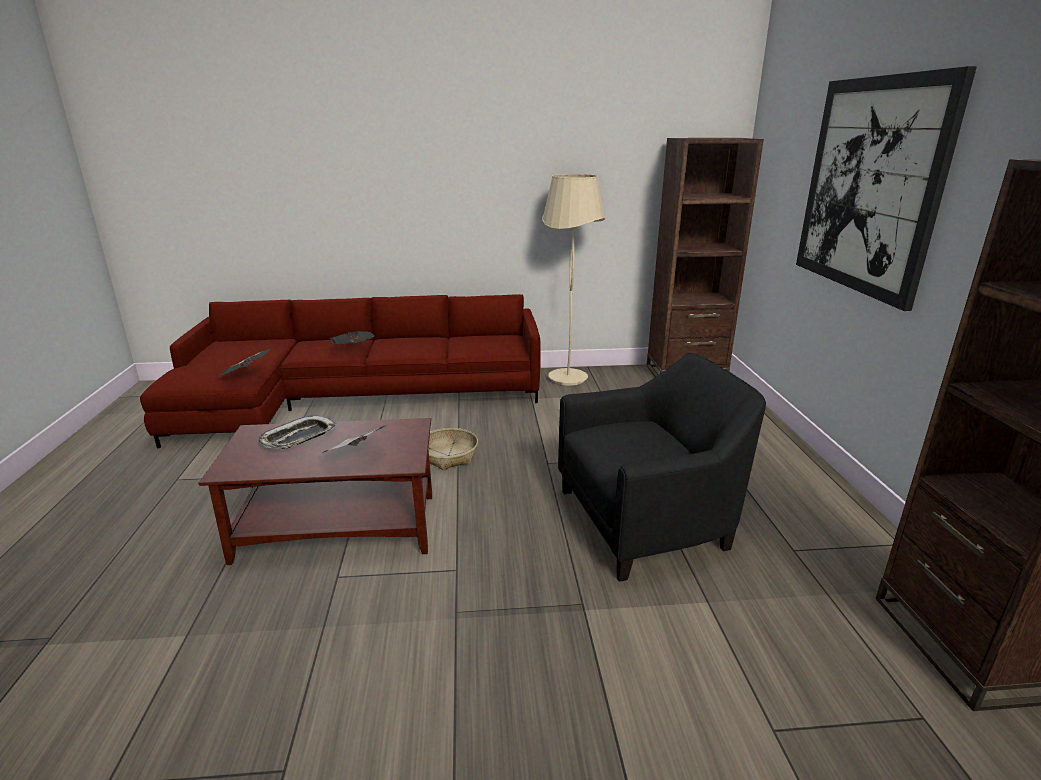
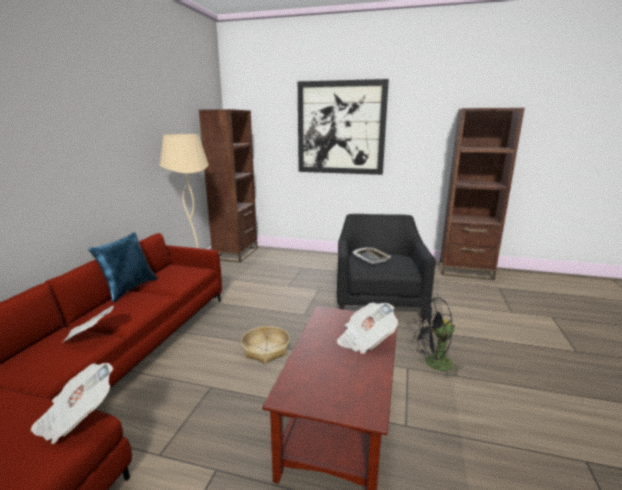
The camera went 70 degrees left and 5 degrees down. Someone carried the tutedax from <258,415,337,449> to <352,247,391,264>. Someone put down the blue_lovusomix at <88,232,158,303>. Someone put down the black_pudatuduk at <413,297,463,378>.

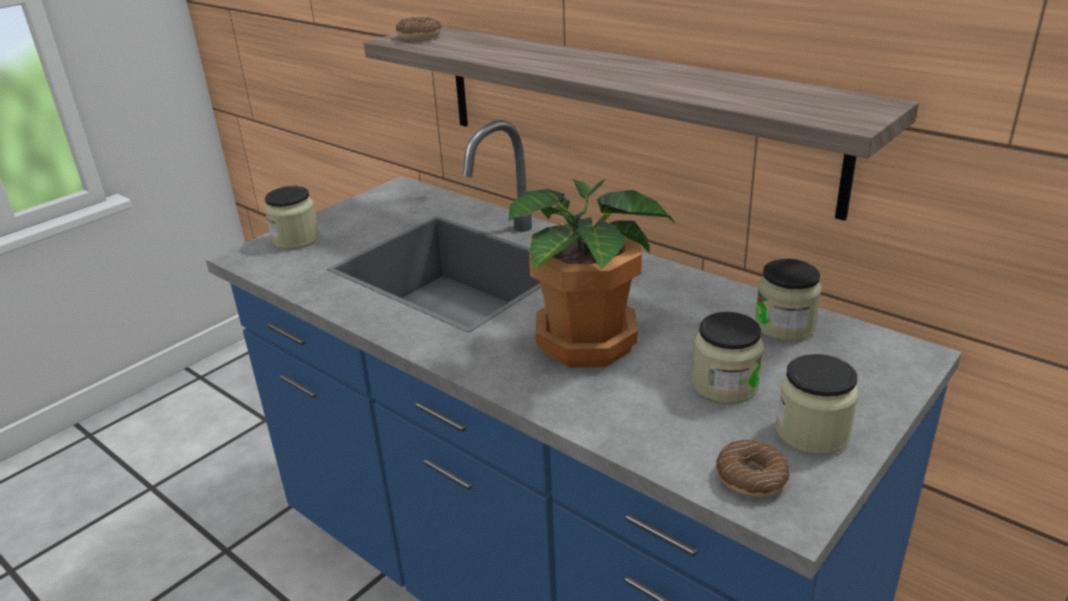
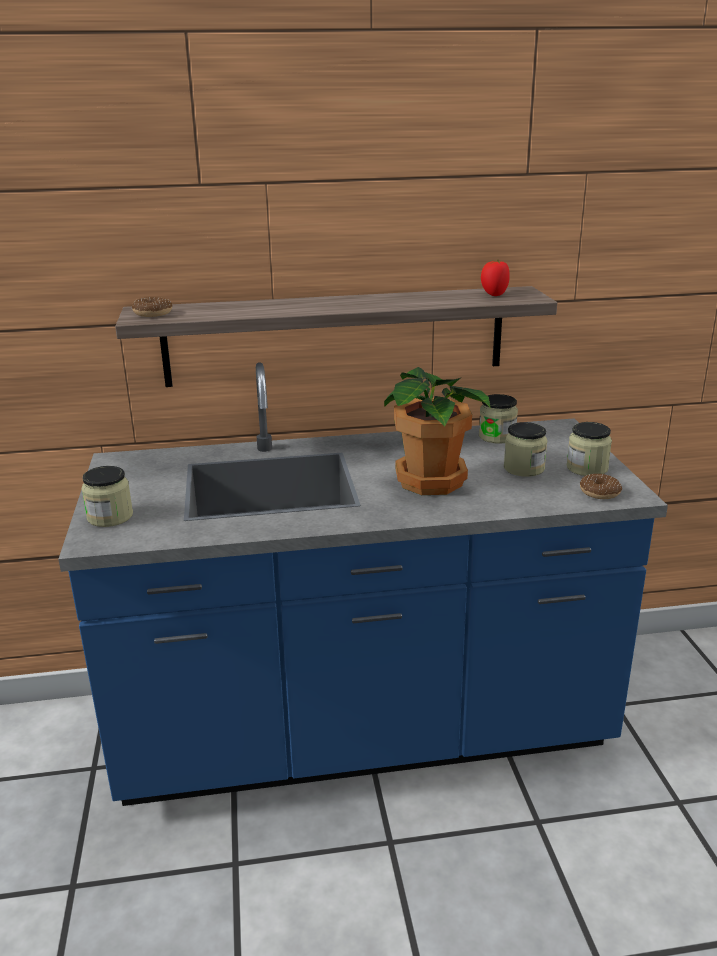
The camera went 50 degrees left and 5 degrees down. Someone put down the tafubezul at <481,259,510,296>.

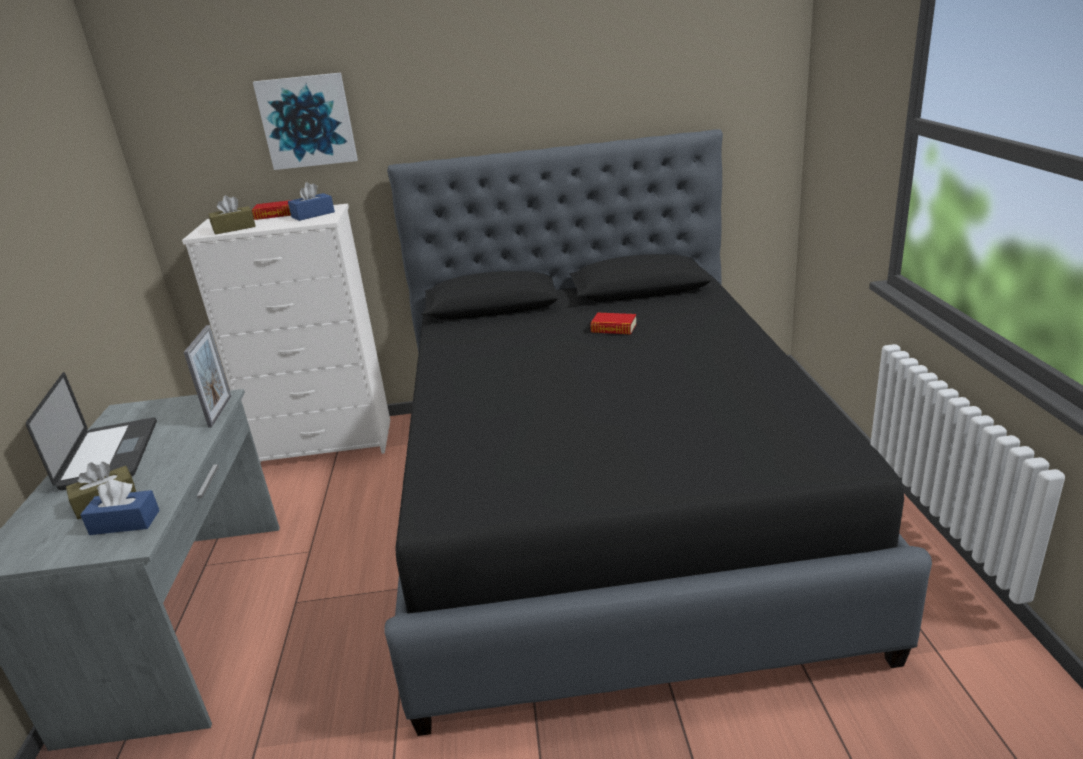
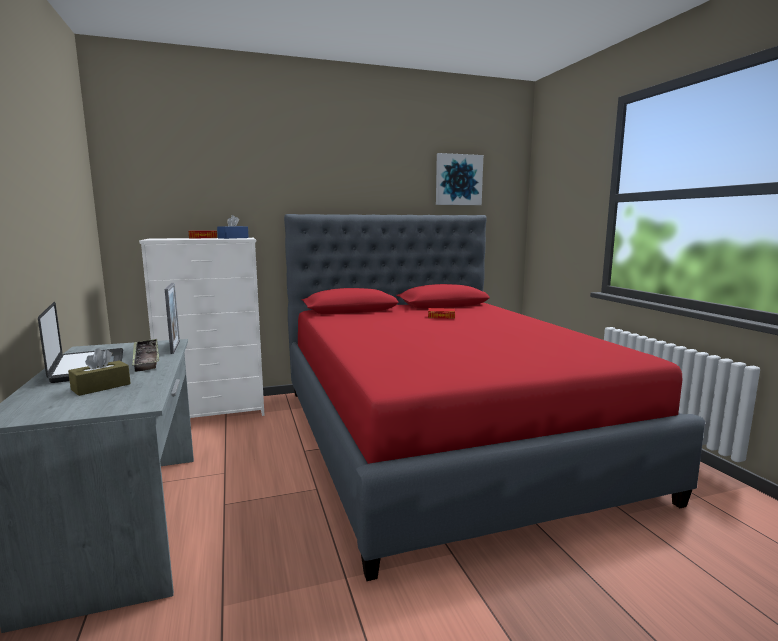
The camera went 15 degrees left and 15 degrees down. Someone took away the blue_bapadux at <80,480,160,535>. Someone took away the brown_bapadux at <208,195,256,235>. Someone carried the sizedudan from <253,72,358,170> to <436,153,483,205>. Someone repainted the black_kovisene at <384,129,932,736>, which became the red_kovisene at <284,214,705,581>. Someone put down the tutedax at <132,339,159,372>.

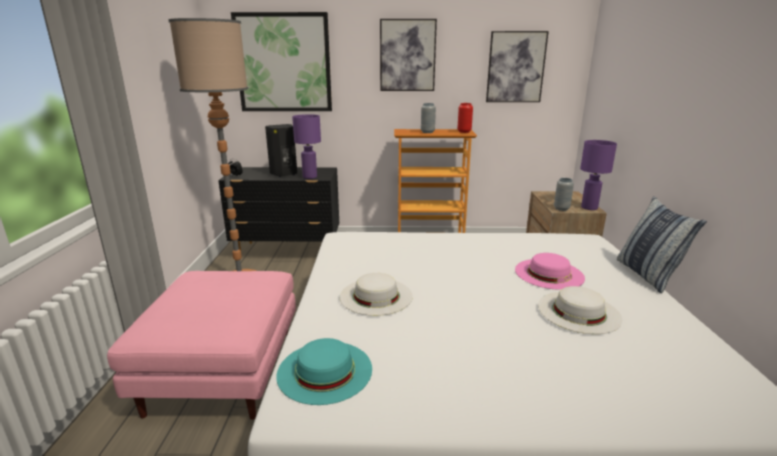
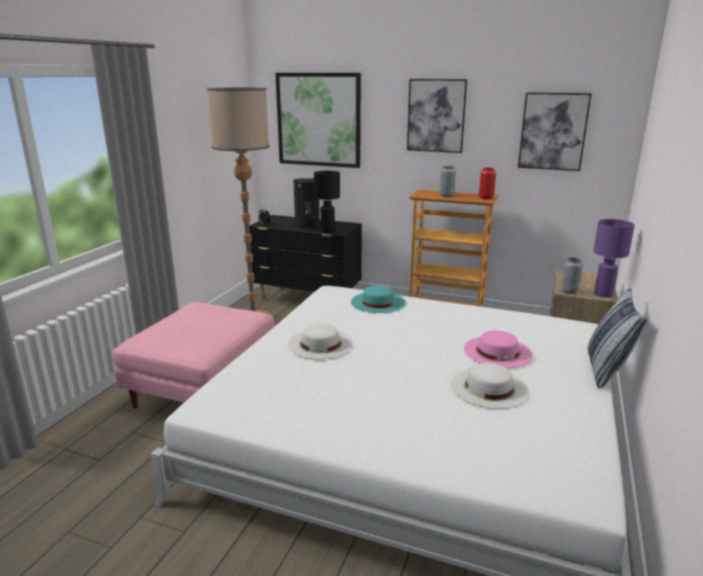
The camera went 20 degrees right and 0 degrees up. Someone carried the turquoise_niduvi from <276,338,372,405> to <351,285,406,313>. Someone repainted the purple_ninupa at <292,114,321,179>, which became the black_ninupa at <314,171,340,233>.

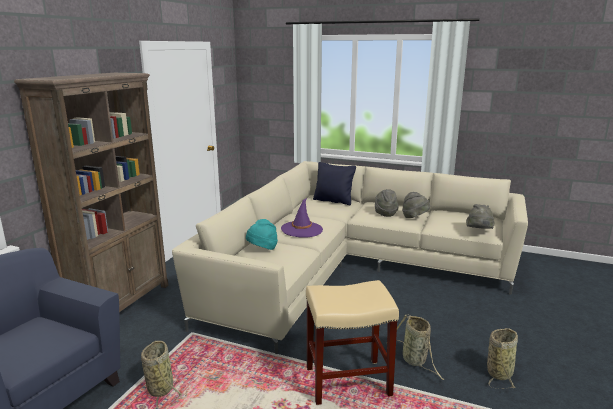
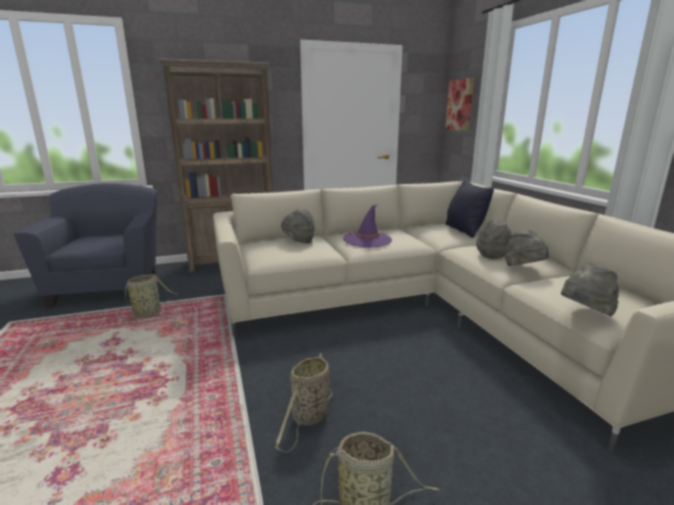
The camera went 50 degrees right and 0 degrees up. Someone repainted the turquoise_niduvi at <246,219,278,250>, which became the grey_niduvi at <281,209,315,243>. Someone took away the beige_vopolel at <306,280,399,405>. Someone put up the sizedudan at <445,78,474,131>.

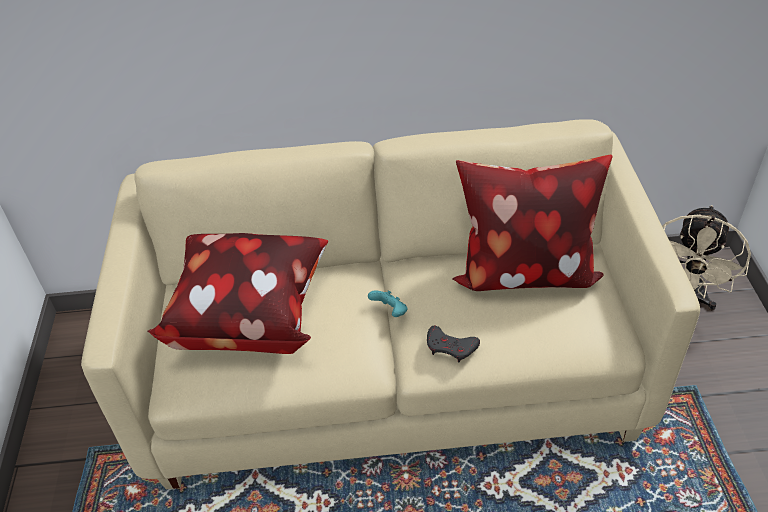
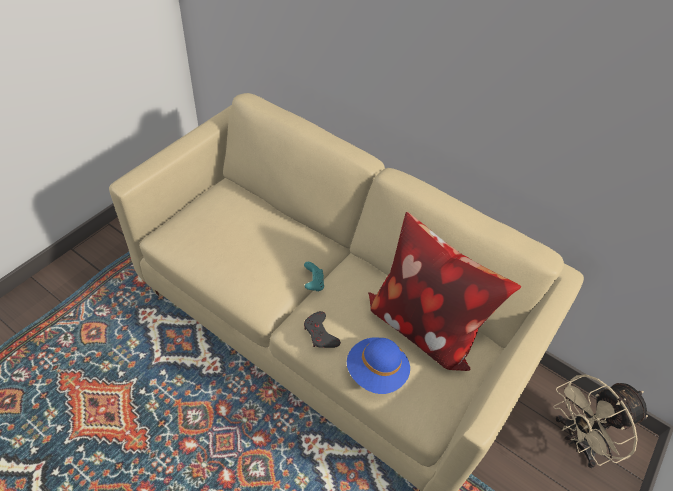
The camera went 35 degrees right and 5 degrees up. Someone took away the lovusomix at <147,233,328,354>. Someone put down the blue_niduvi at <347,337,410,394>.

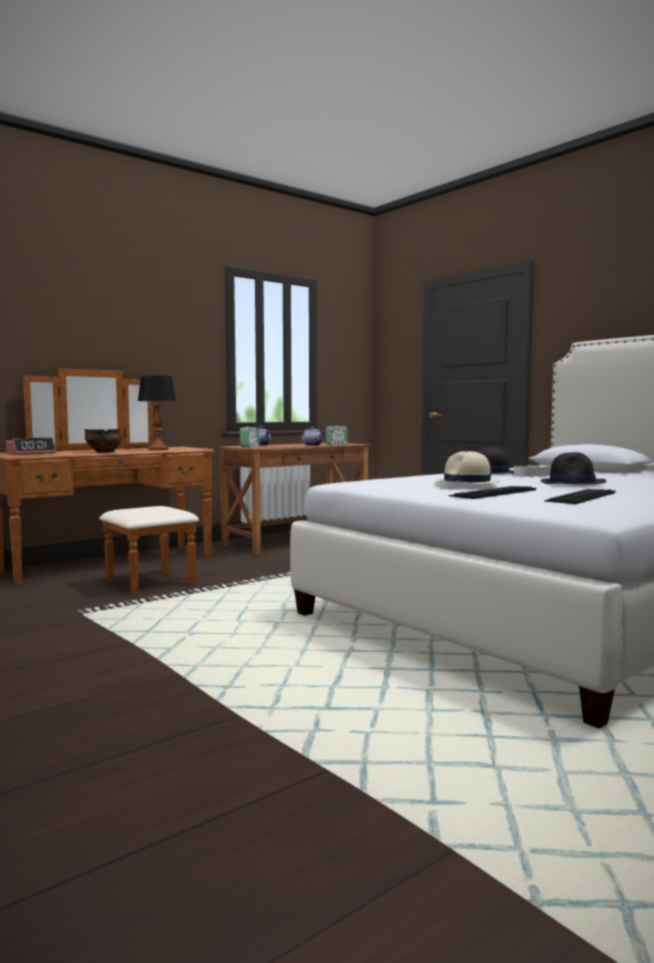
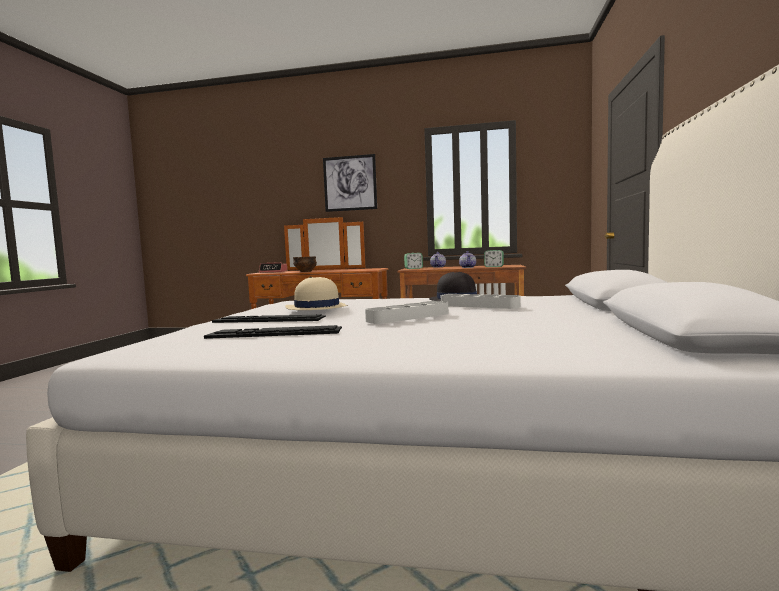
The camera went 50 degrees right and 0 degrees up. Someone took away the ninupa at <138,375,176,450>. Someone swapped the black_niduvi at <541,452,606,484> for the grey_tutedax at <365,301,449,324>. Someone put up the sizedudan at <323,154,377,212>.

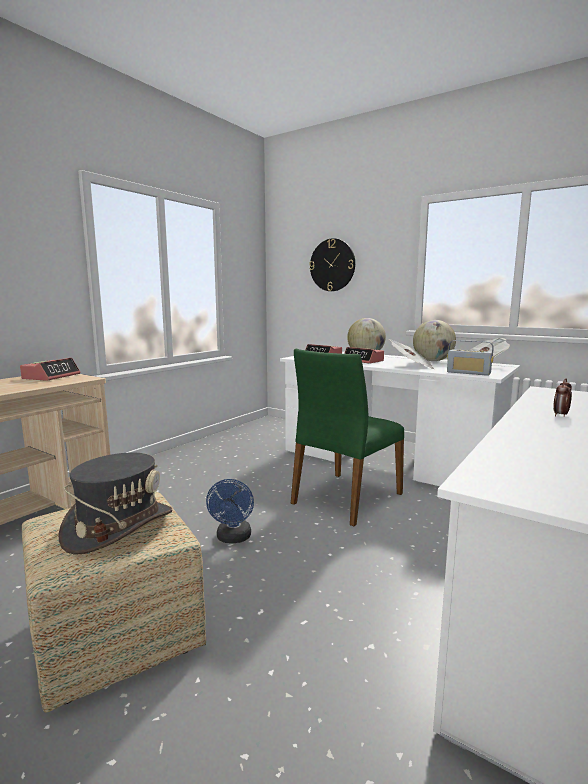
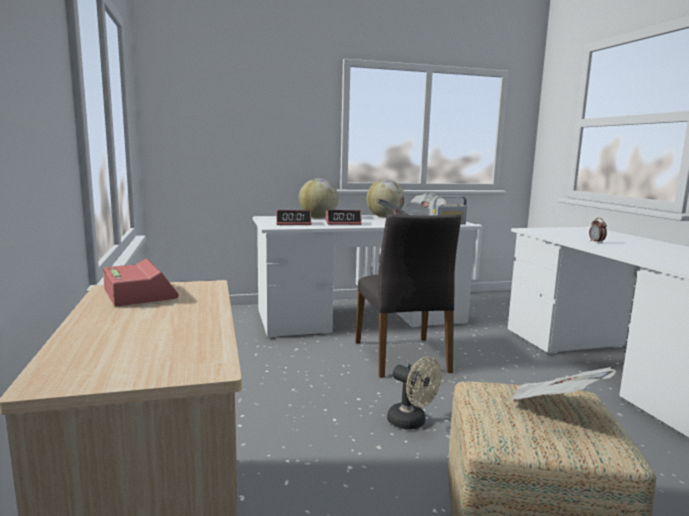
The camera went 50 degrees left and 0 degrees up. Someone swapped the grey_niduvi at <59,453,173,555> for the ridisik at <508,367,616,400>. Someone repainted the blue_pudatuduk at <206,479,254,543>, which became the beige_pudatuduk at <387,357,441,430>. Someone repainted the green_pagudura at <291,349,404,526>, which became the grey_pagudura at <355,214,461,378>. Someone took away the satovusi at <309,238,355,291>.

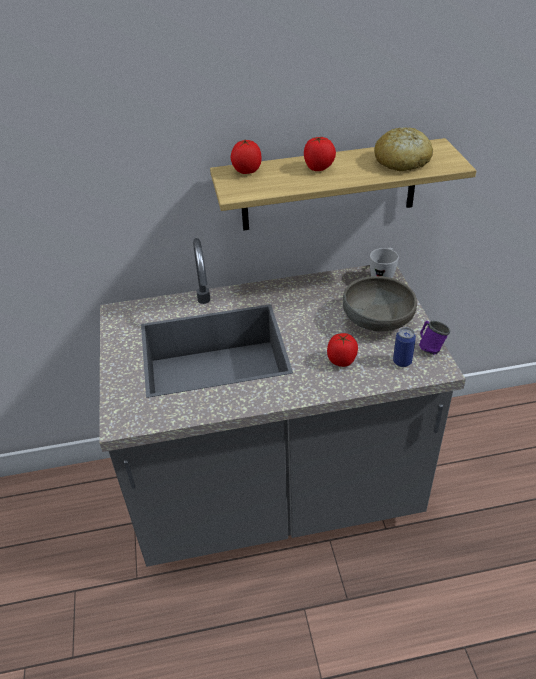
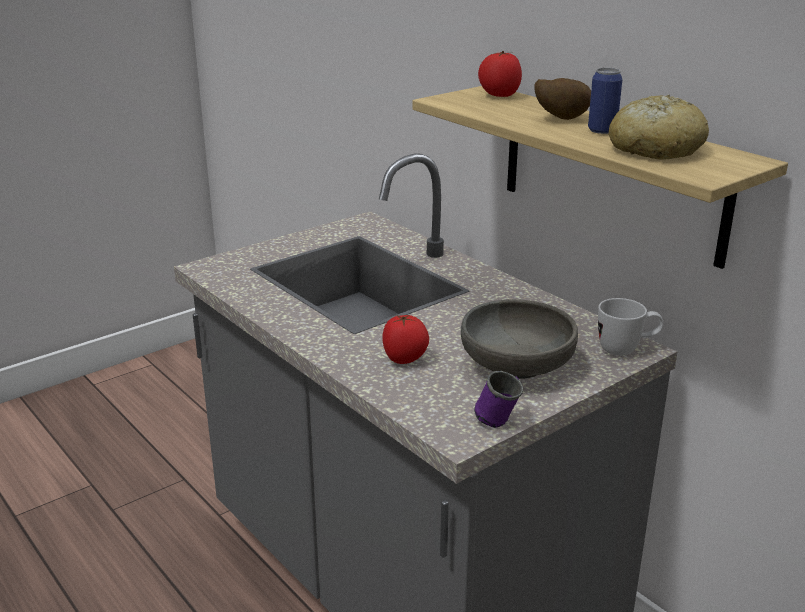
The camera went 60 degrees right and 15 degrees down. Someone swapped the tafubezul at <304,137,336,171> for the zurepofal at <535,78,591,120>. Someone carried the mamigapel from <393,327,416,367> to <588,68,622,134>.

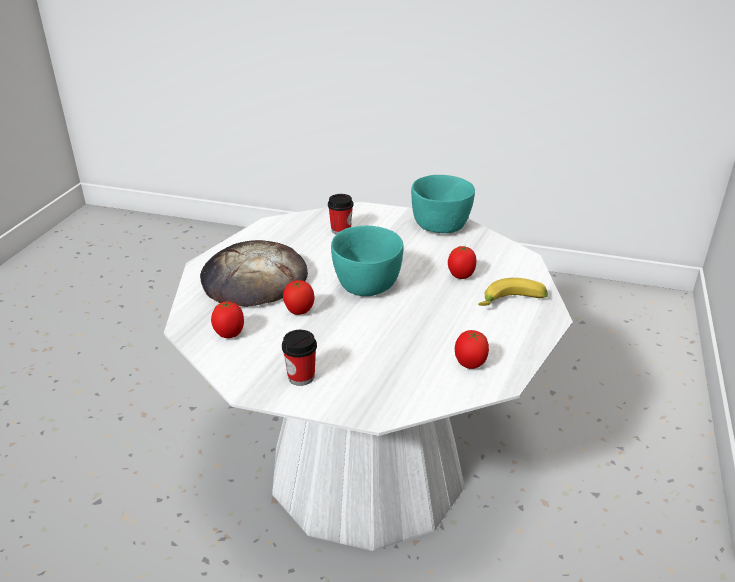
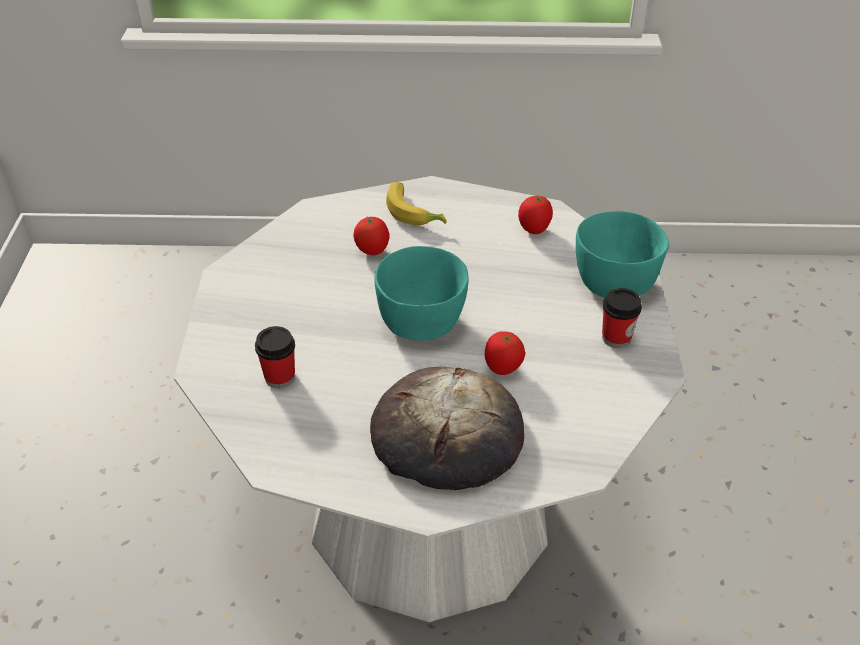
The camera went 105 degrees left and 10 degrees up. Someone took away the tafubezul at <211,300,244,338>. Someone carried the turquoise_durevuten from <411,175,475,233> to <576,211,669,298>.

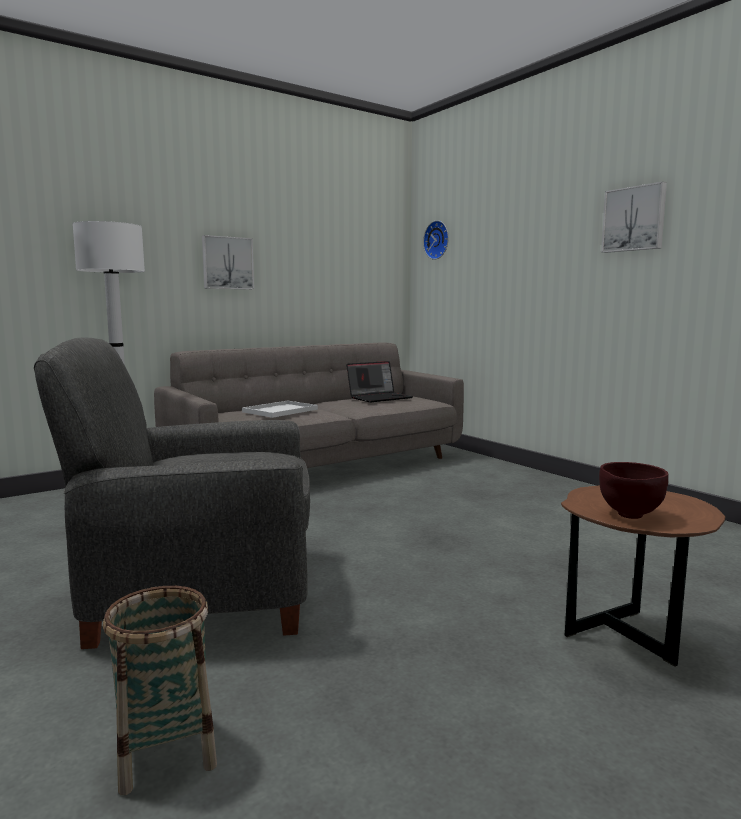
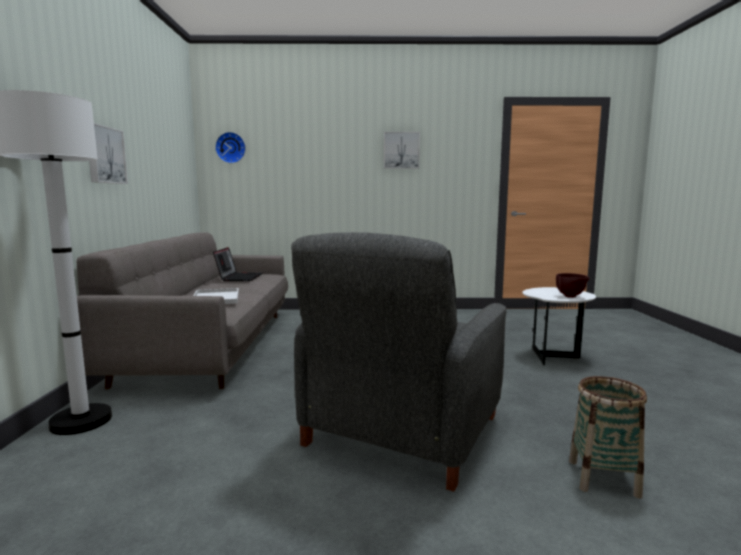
The camera went 55 degrees left and 0 degrees up. Someone repainted the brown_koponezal at <561,485,725,667>, which became the white_koponezal at <523,287,596,366>.

